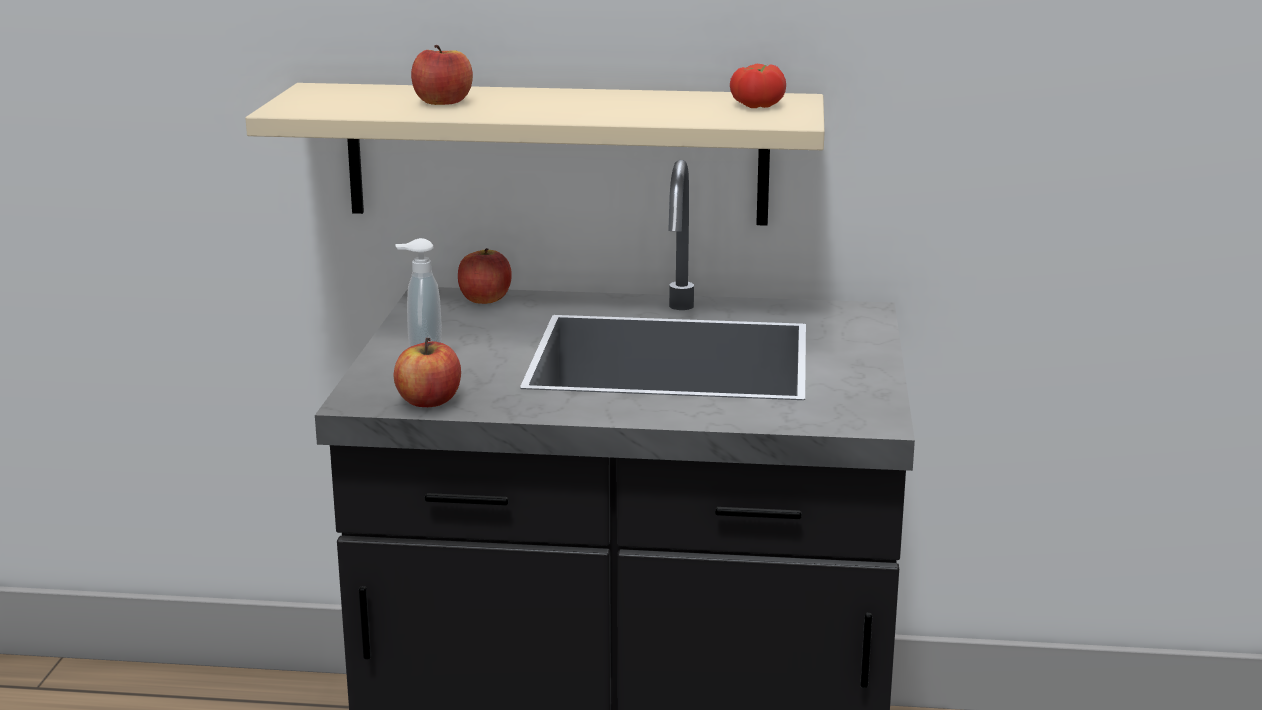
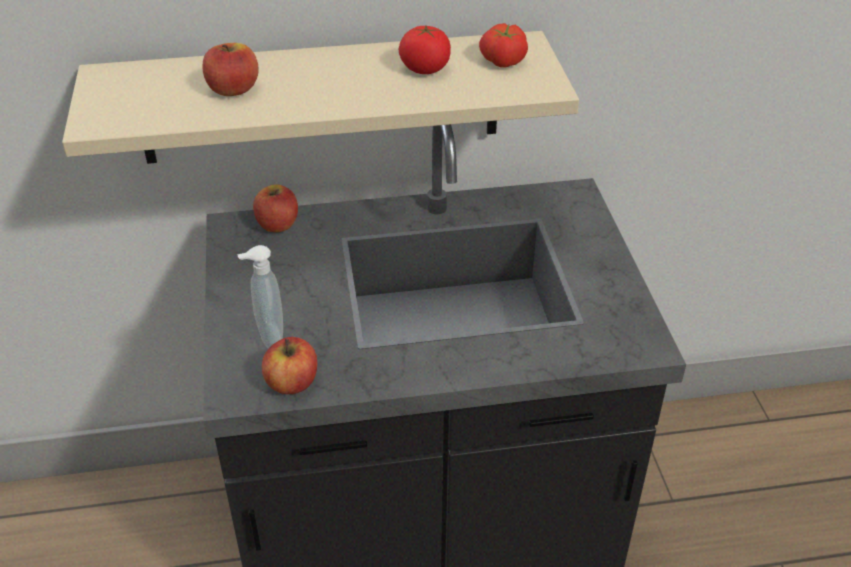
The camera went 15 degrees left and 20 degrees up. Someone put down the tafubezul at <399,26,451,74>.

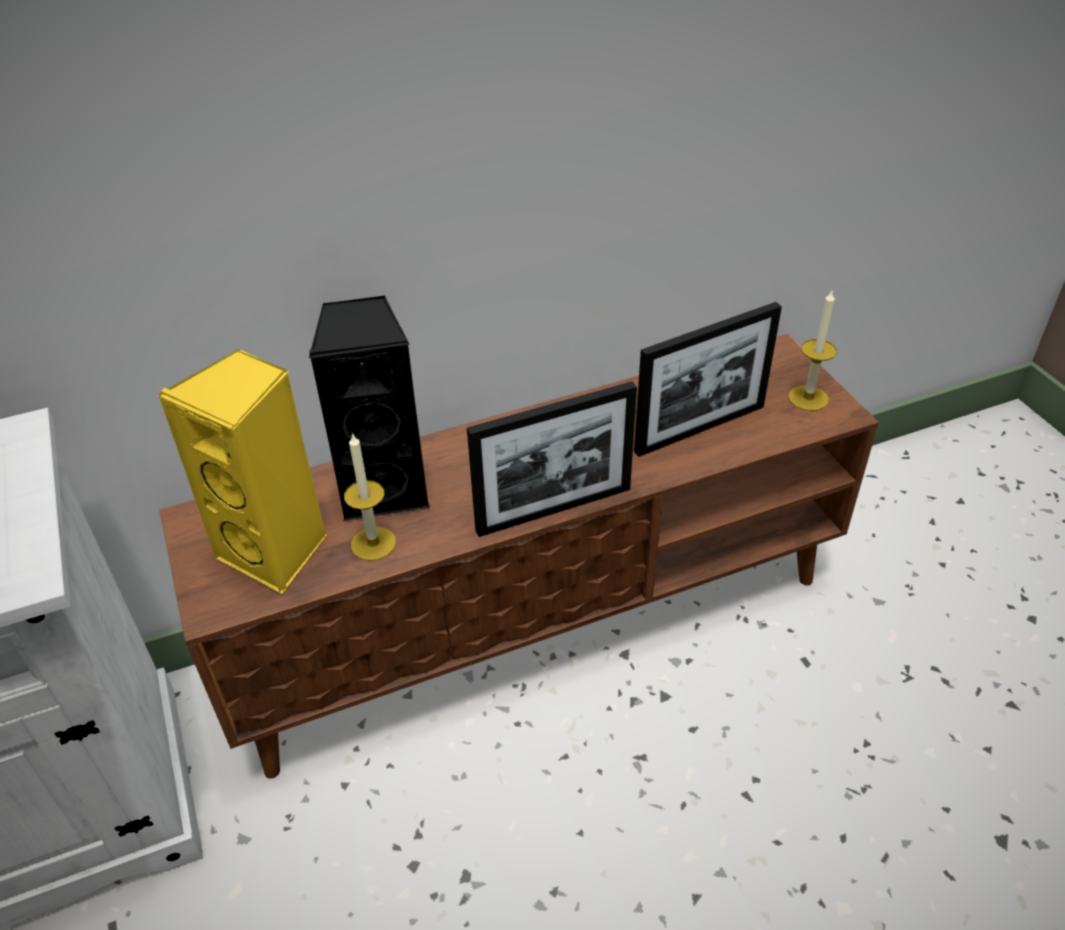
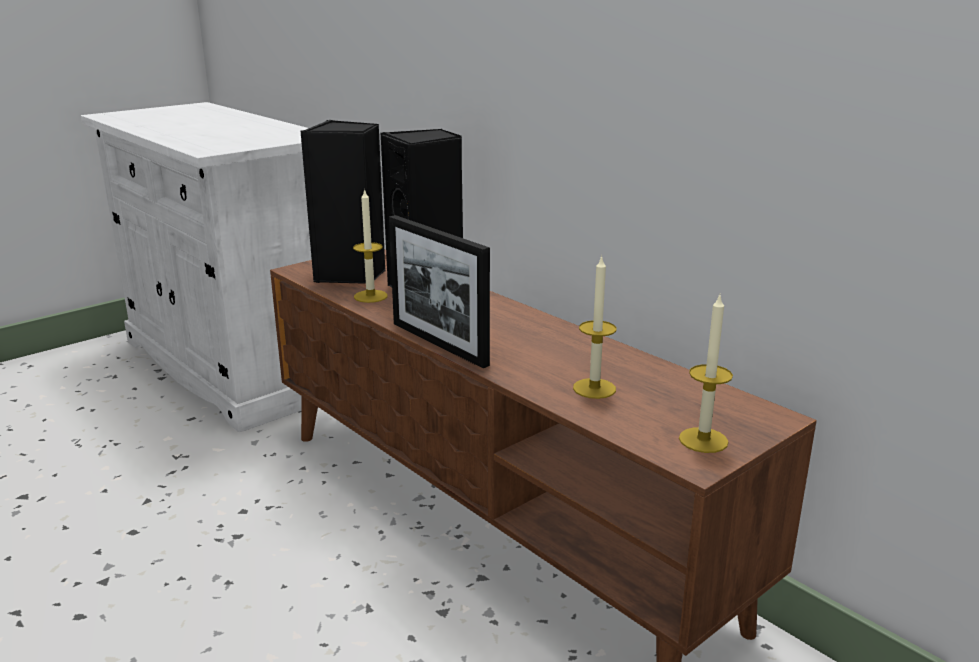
The camera went 70 degrees right and 20 degrees down. Someone repainted the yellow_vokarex at <158,349,327,594>, which became the black_vokarex at <301,120,386,284>. Someone swapped the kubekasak at <634,302,782,457> for the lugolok at <573,255,617,399>.

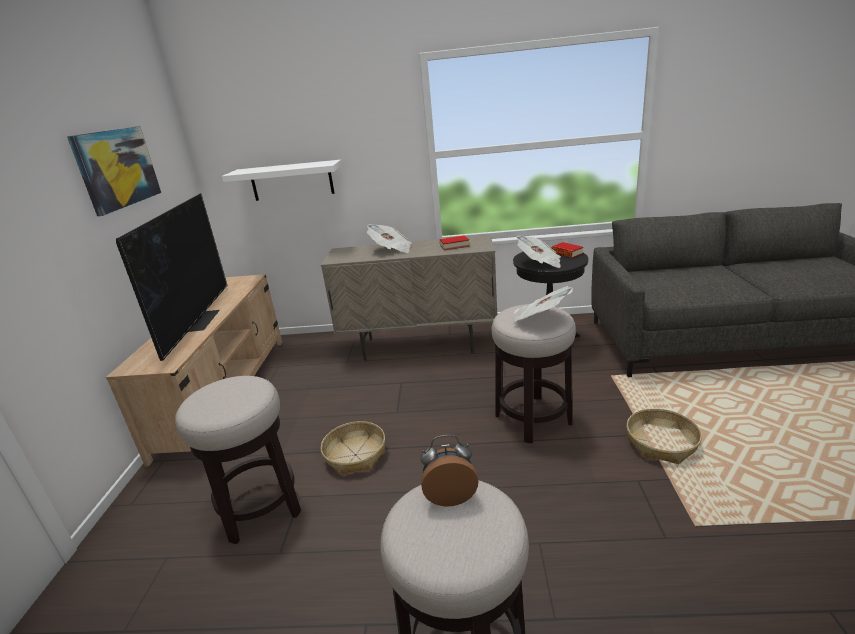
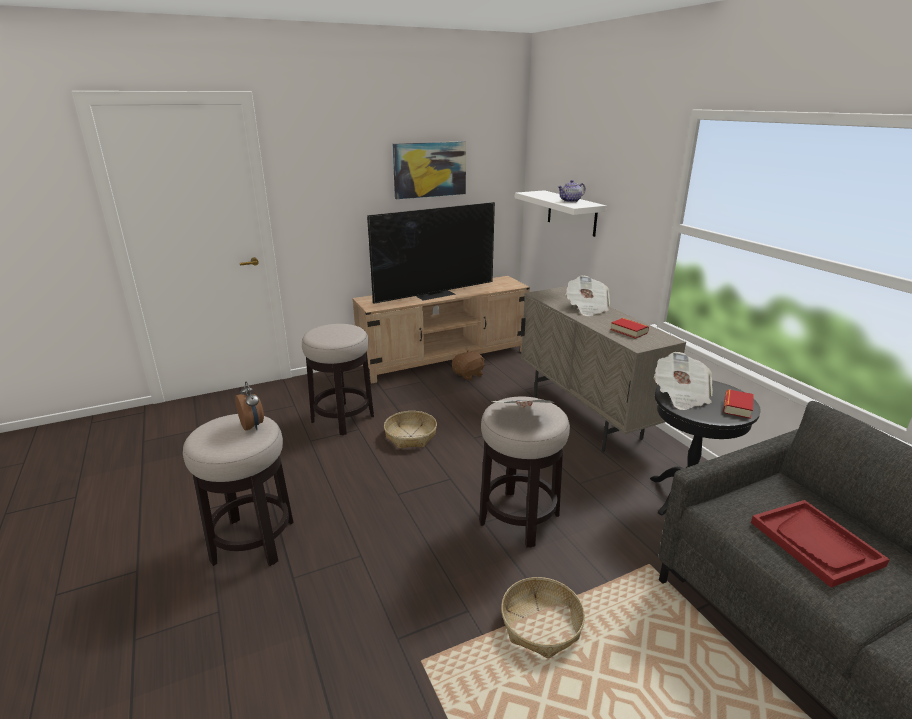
The camera went 60 degrees right and 0 degrees up. Someone put down the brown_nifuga at <452,350,485,381>. Someone put down the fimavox at <558,180,586,202>. Someone put down the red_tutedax at <751,500,890,587>.

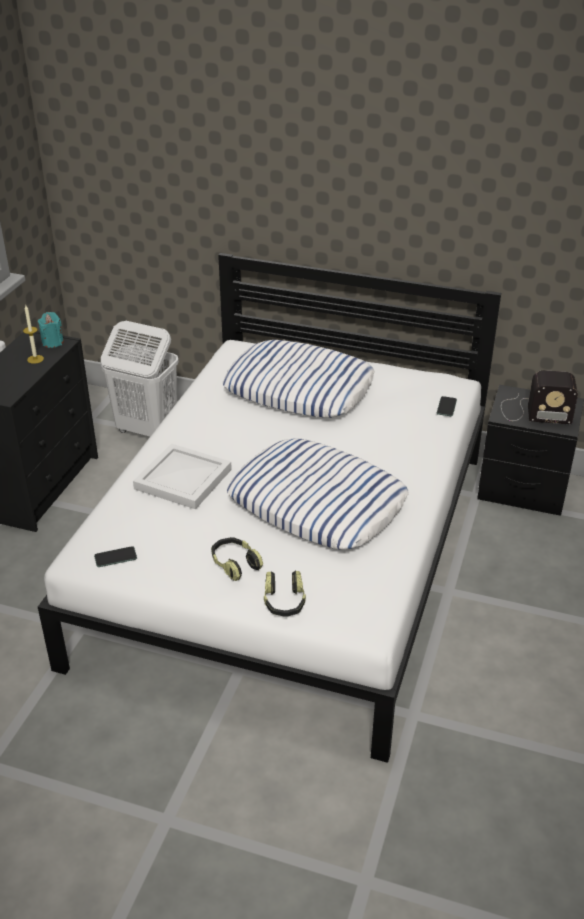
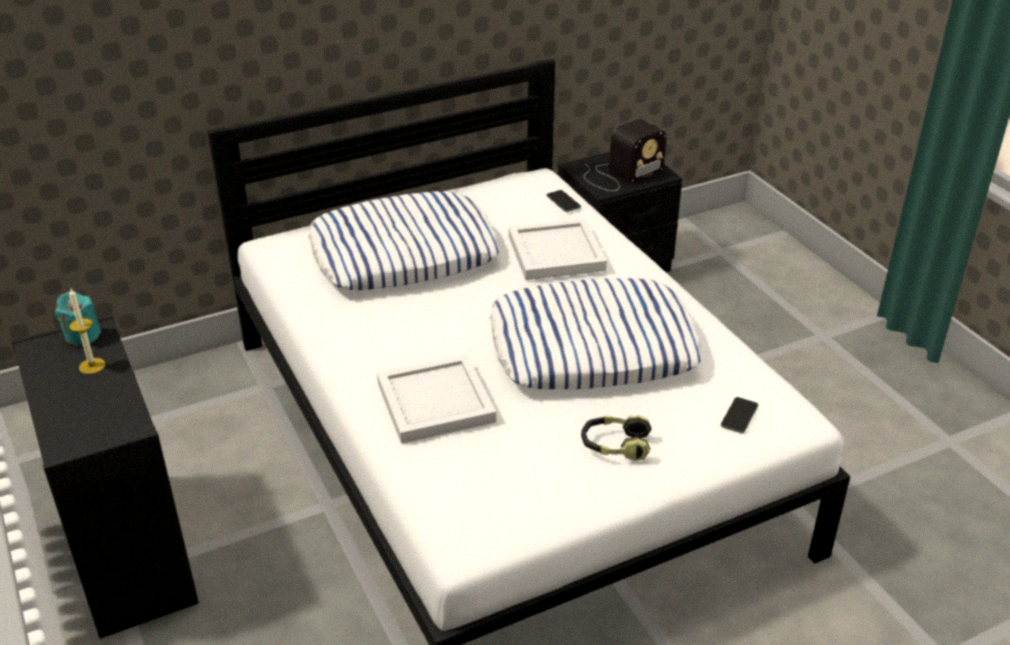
The camera went 45 degrees left and 0 degrees up. Someone carried the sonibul from <94,546,137,567> to <721,397,758,433>. Someone took away the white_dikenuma at <101,321,179,436>. Someone took away the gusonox at <264,570,306,617>. Someone put down the white_tutedax at <509,219,607,280>.

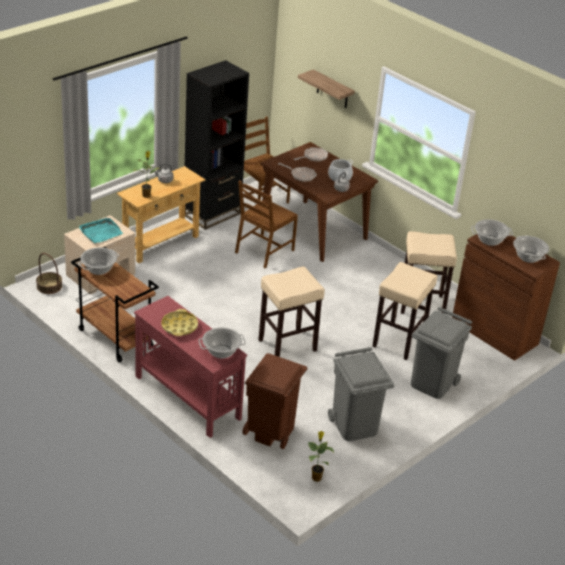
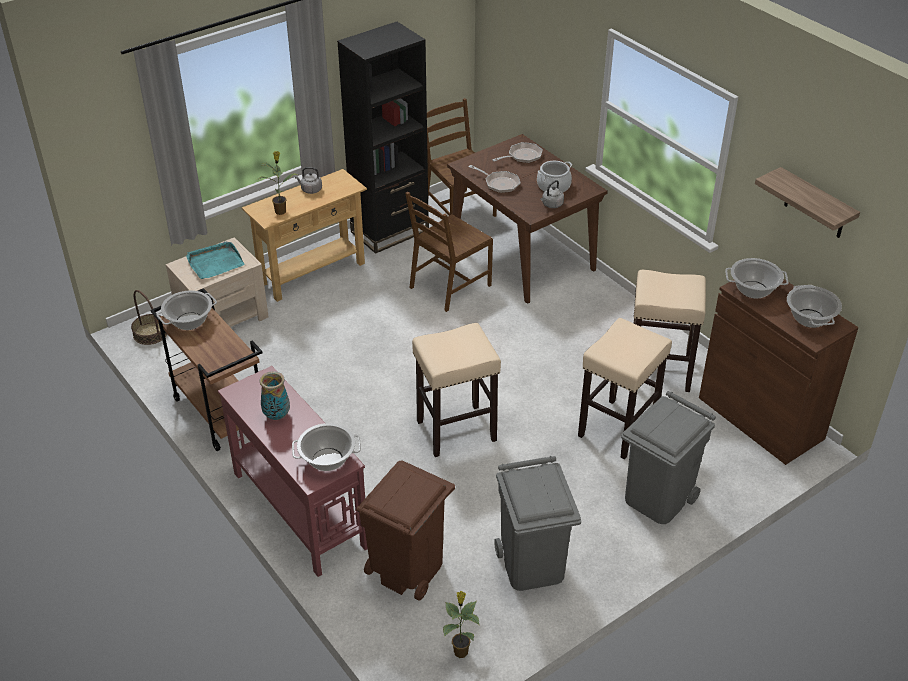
The camera went 10 degrees right and 5 degrees up. Someone swapped the yellow_tutedax at <161,309,198,336> for the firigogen at <260,371,290,420>. Someone carried the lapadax from <298,69,355,108> to <755,167,860,238>.

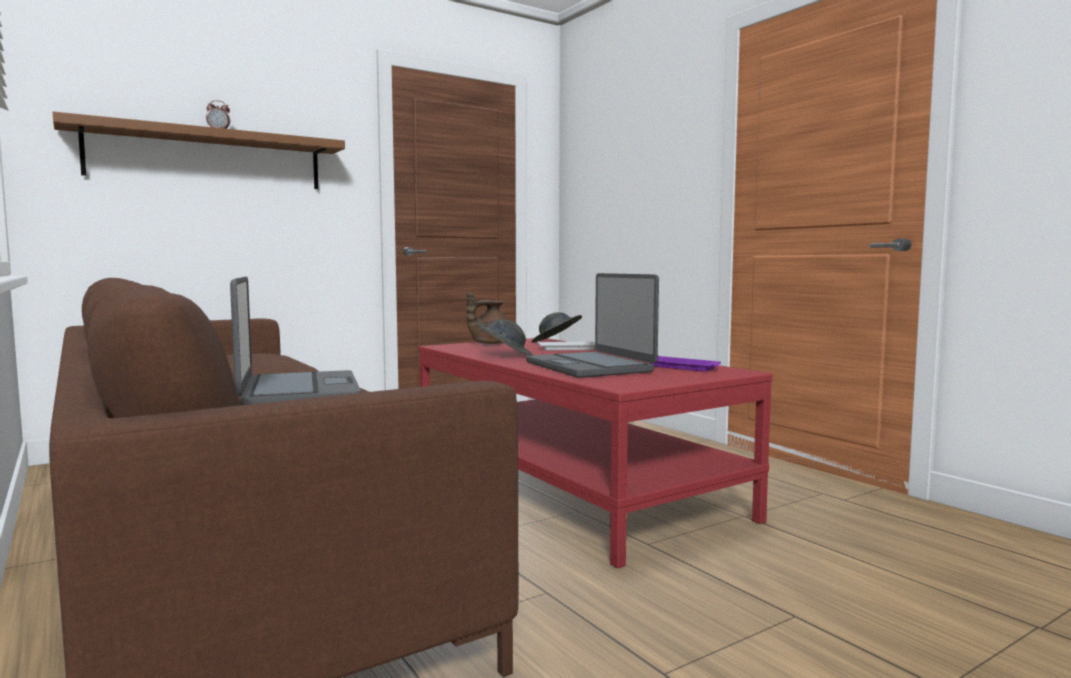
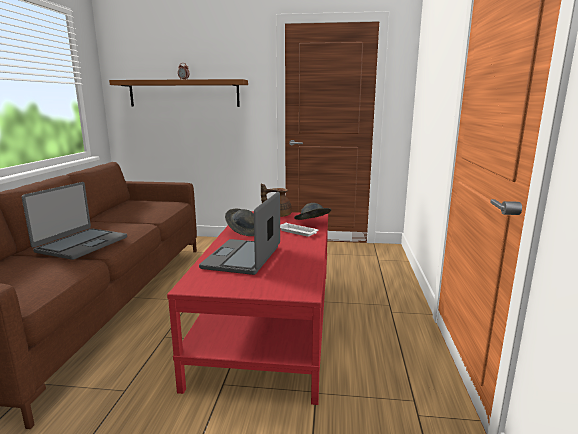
The camera went 40 degrees right and 10 degrees up. Someone took away the purple_tutedax at <650,356,721,372>.

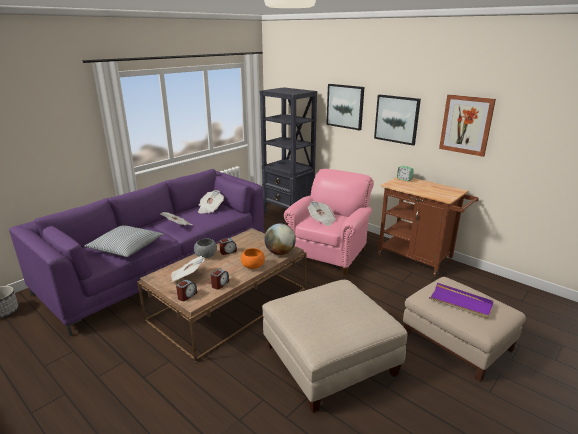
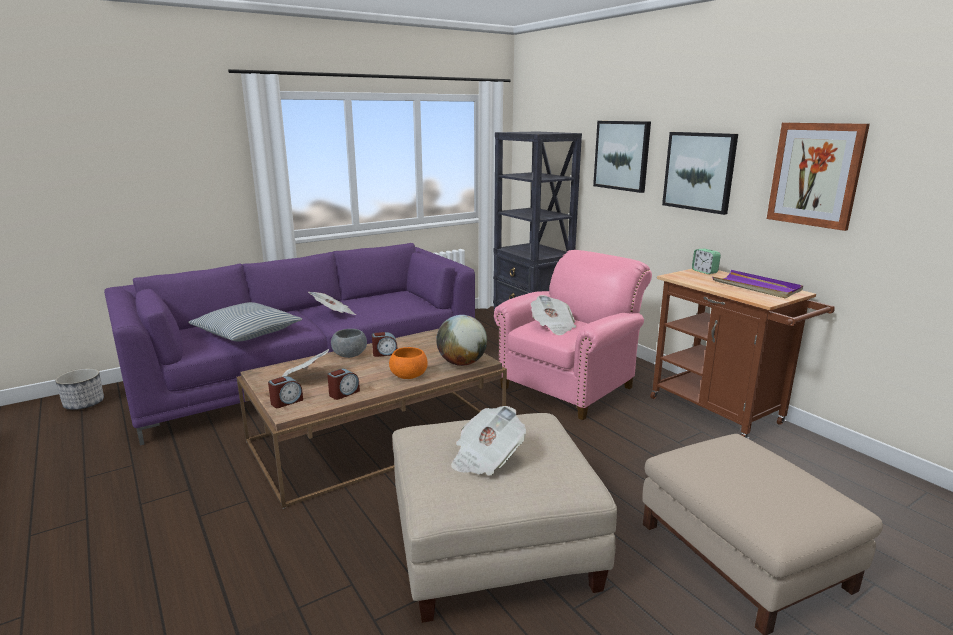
The camera went 15 degrees right and 5 degrees down. Someone carried the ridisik from <198,190,224,213> to <451,406,526,476>. Someone carried the purple_tutedax from <429,282,494,319> to <712,270,803,298>.

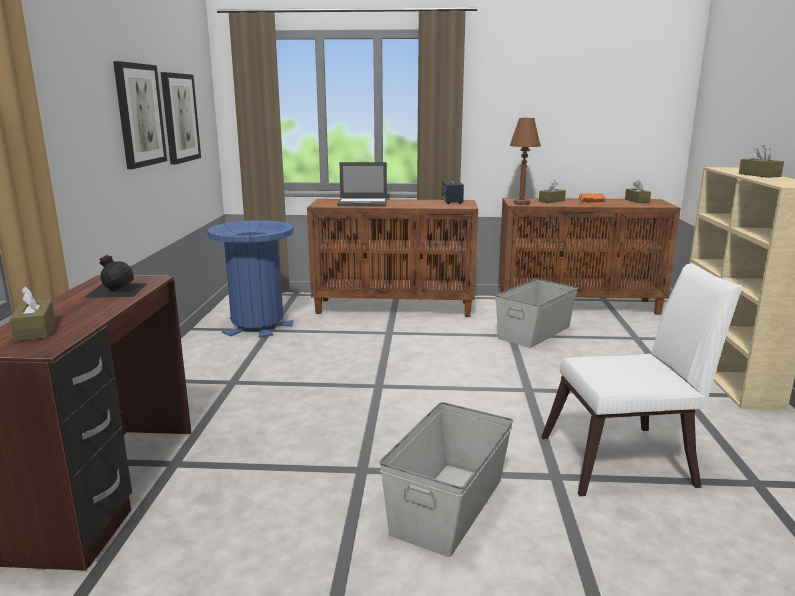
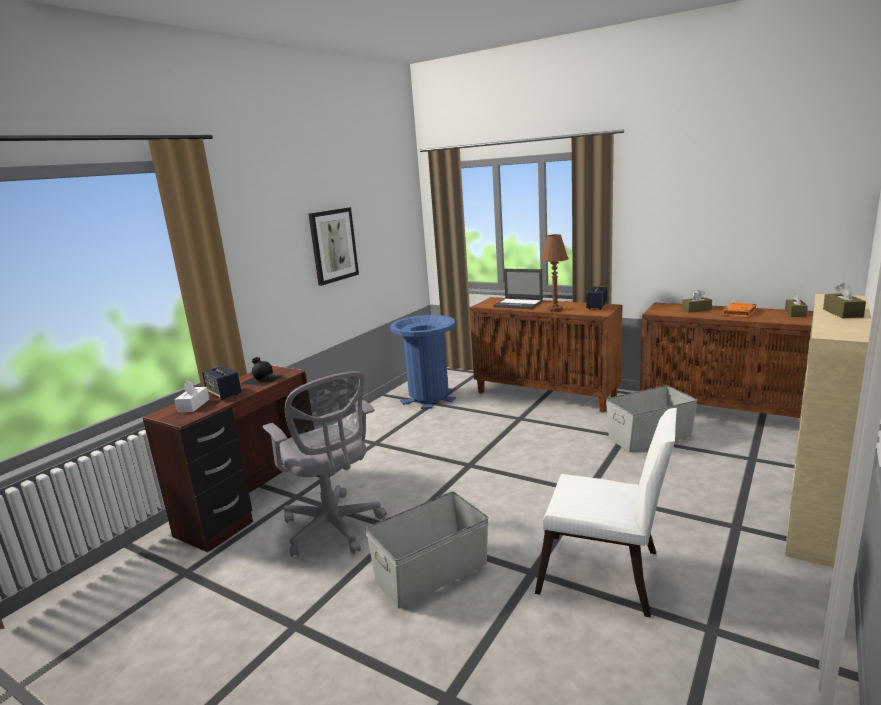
The camera went 30 degrees right and 0 degrees up. Someone repainted the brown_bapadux at <10,286,55,342>, which became the white_bapadux at <174,380,209,412>. Someone took away the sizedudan at <161,72,201,165>. Someone carried the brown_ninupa from <510,118,541,205> to <541,234,569,312>. Someone put down the vokarex at <202,366,242,399>. Someone put down the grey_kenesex at <263,371,387,557>.

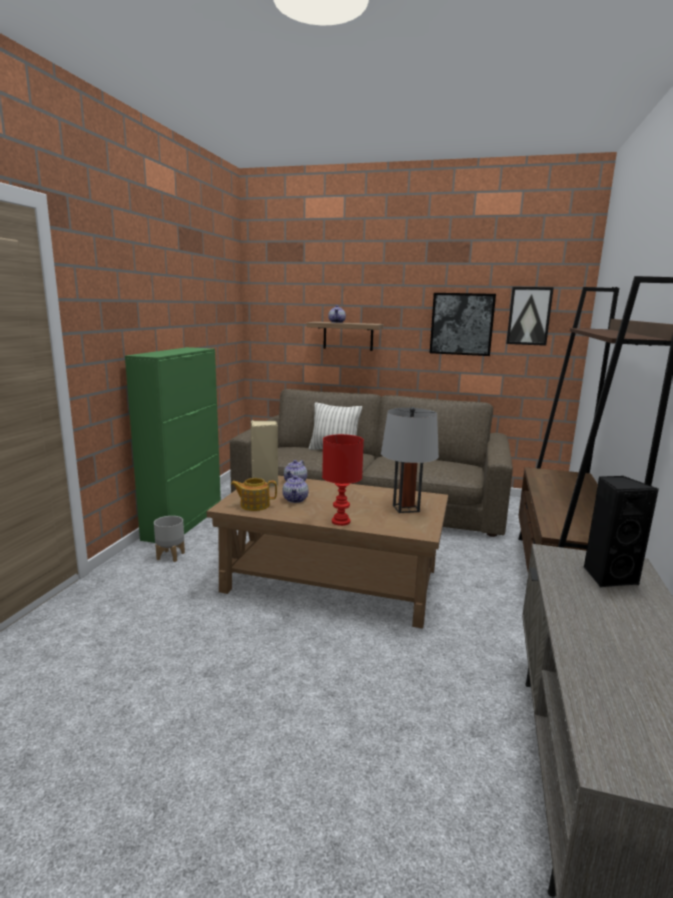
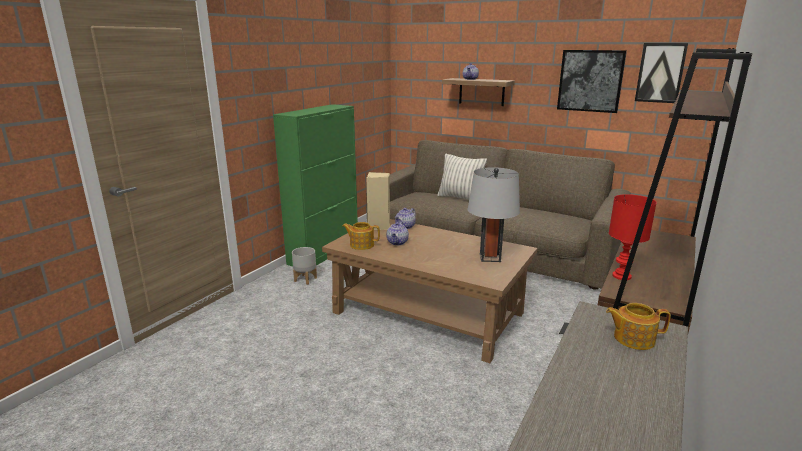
The camera went 15 degrees right and 5 degrees up. Someone carried the red_ninupa from <322,434,364,526> to <609,194,657,280>. Someone swapped the black_vokarex at <584,476,659,587> for the fimavox at <606,303,671,350>.

